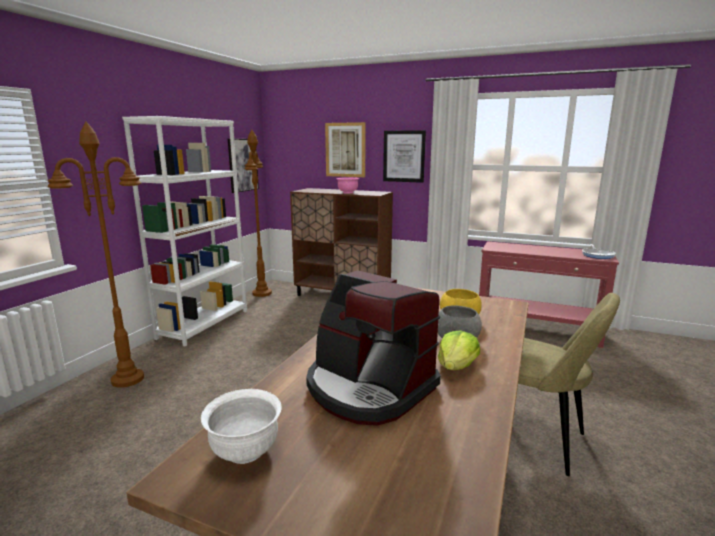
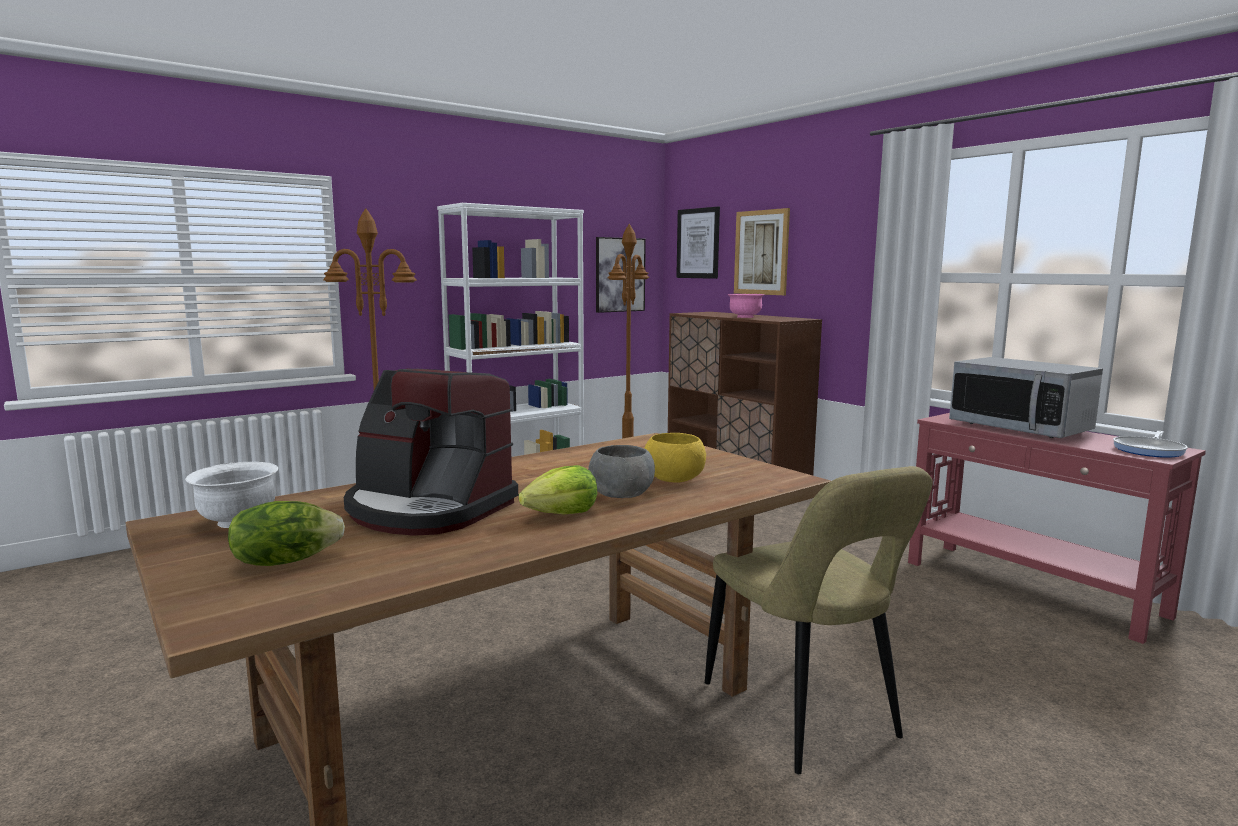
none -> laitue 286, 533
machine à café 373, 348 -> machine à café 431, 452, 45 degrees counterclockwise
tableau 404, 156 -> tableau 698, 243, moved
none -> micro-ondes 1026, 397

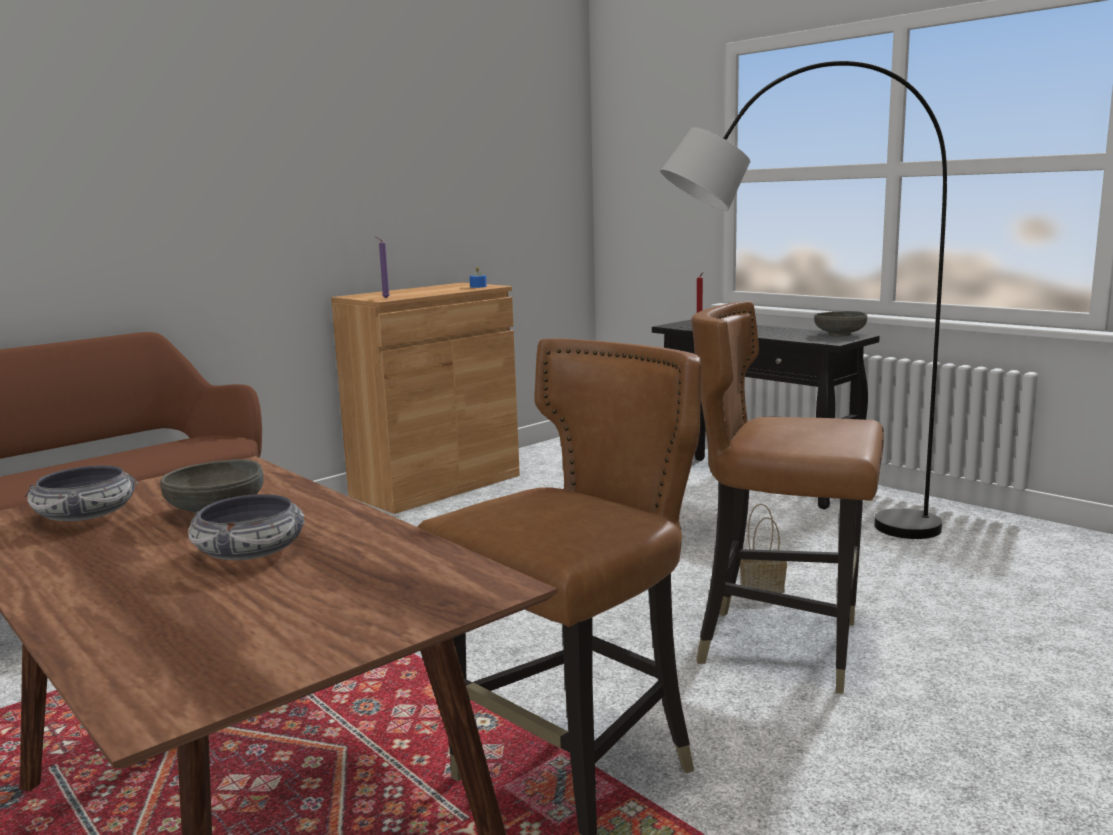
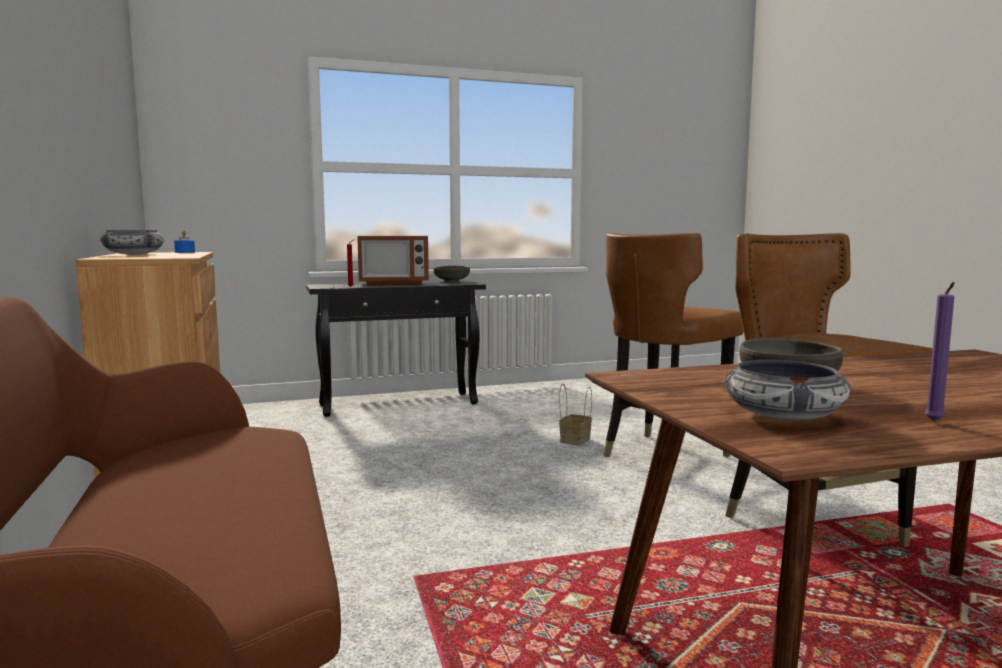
bol 246, 527 -> bol 132, 242, moved
none -> micro-ondes 393, 261
bougie (violet) 383, 267 -> bougie (violet) 940, 352, moved
lampadaire (gris) 803, 300 -> none

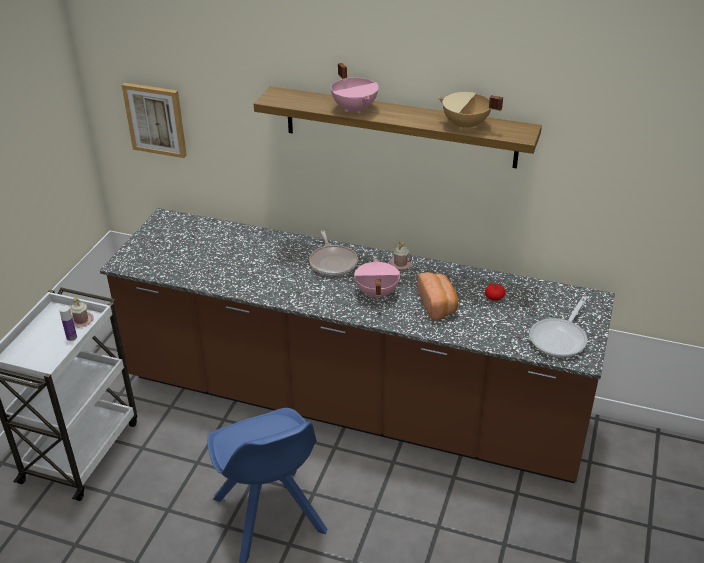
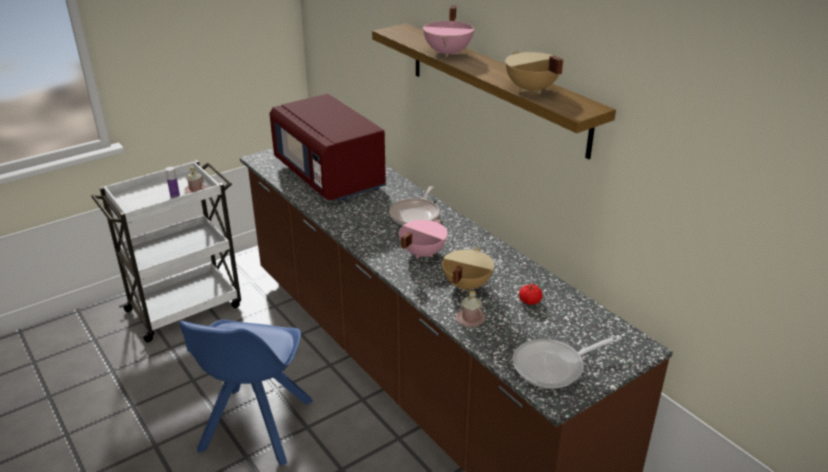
none -> micro-ondes (rouge) 327, 147
pain 437, 296 -> marmite (beige) 468, 269
mug (rose) 400, 255 -> mug (rose) 470, 309, moved
tableau 154, 120 -> none

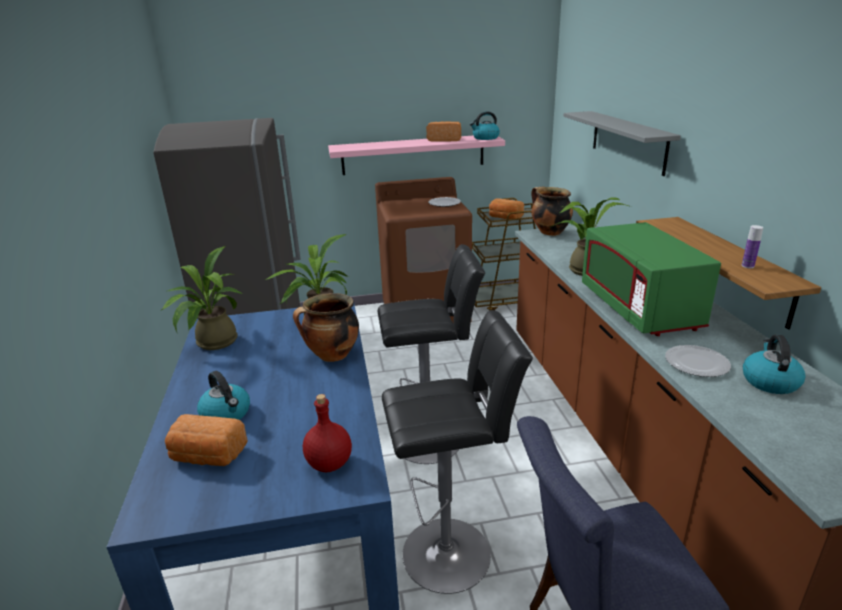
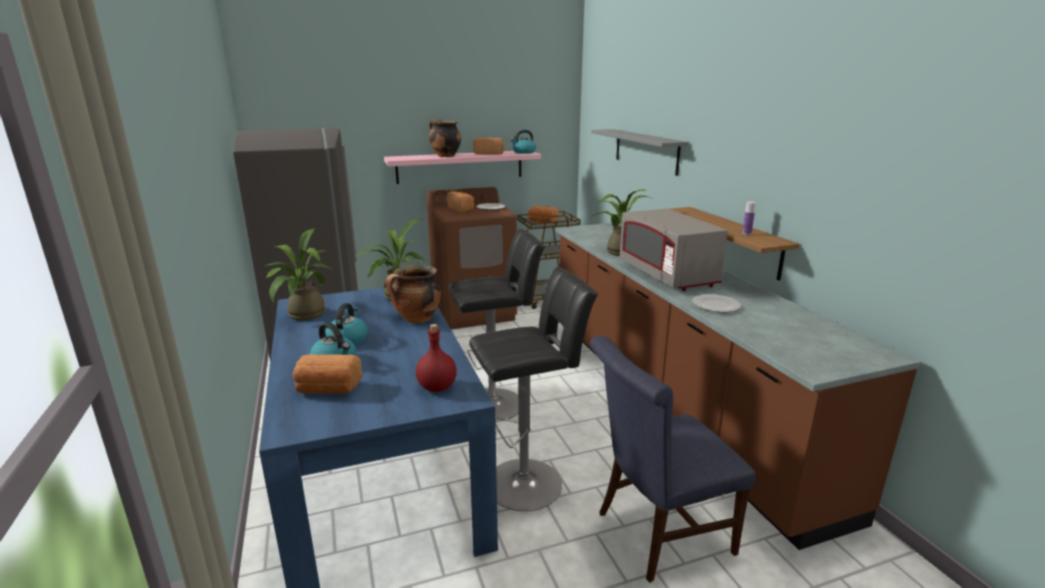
bouilloire 774, 364 -> bouilloire 346, 324, moved
marmite 552, 211 -> marmite 445, 138, moved
none -> pain 460, 202
micro-ondes (vert) 651, 279 -> micro-ondes (gris) 674, 250

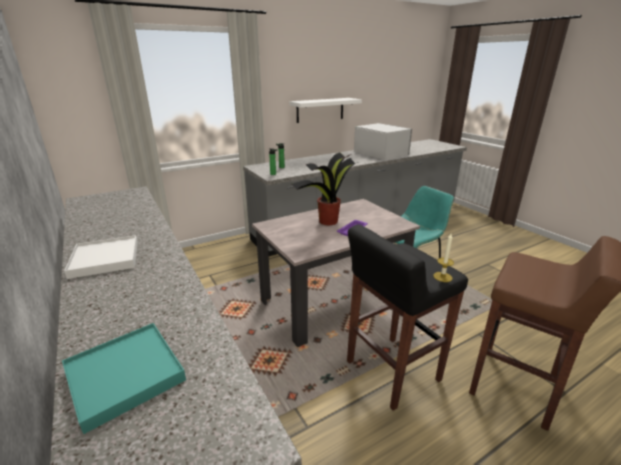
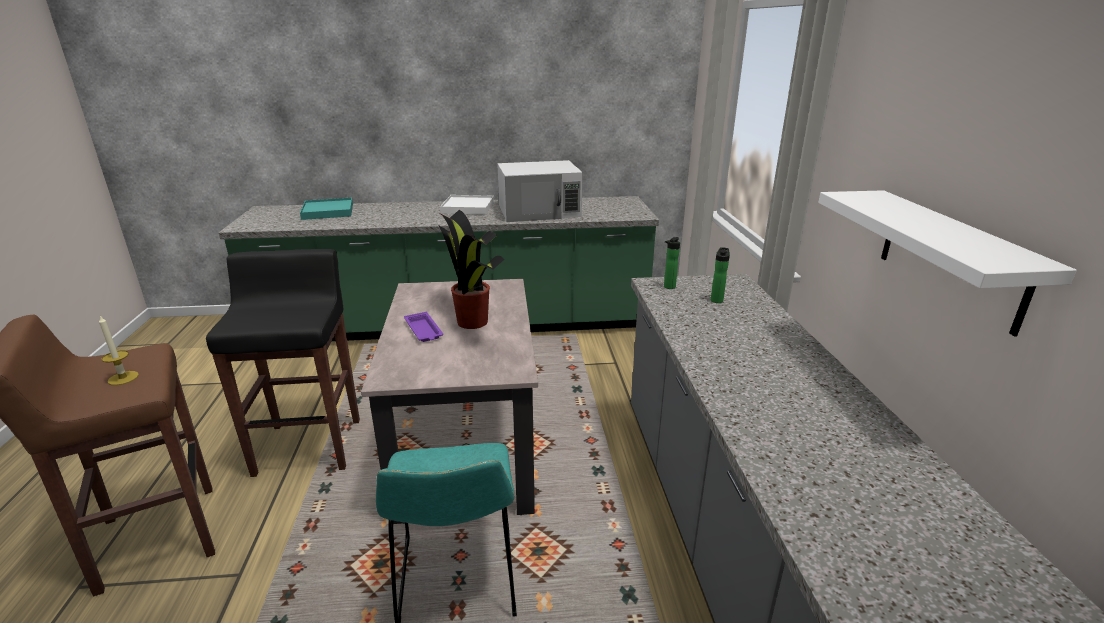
bougie 443, 258 -> bougie 119, 350, moved
micro-ondes (blanc) 383, 141 -> micro-ondes (blanc) 540, 191, moved

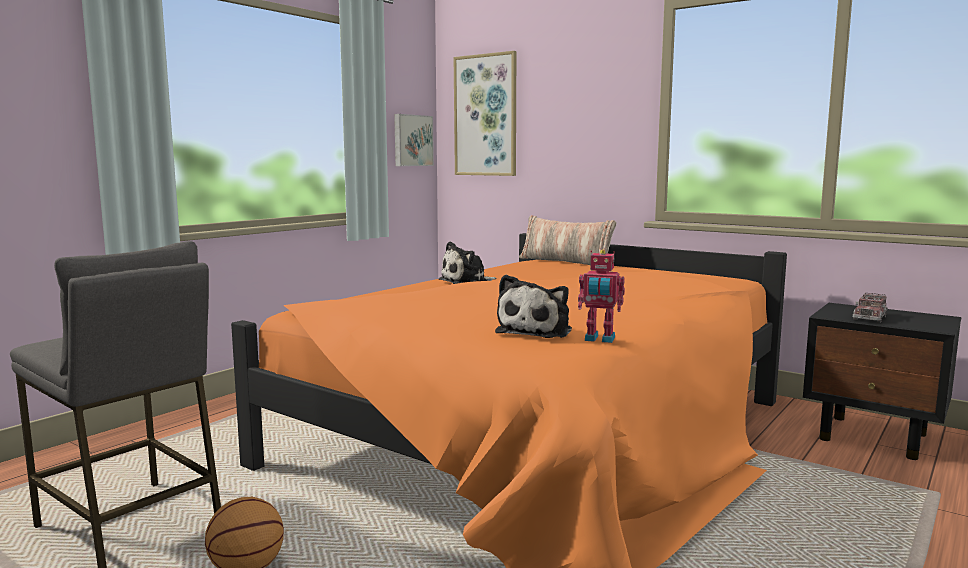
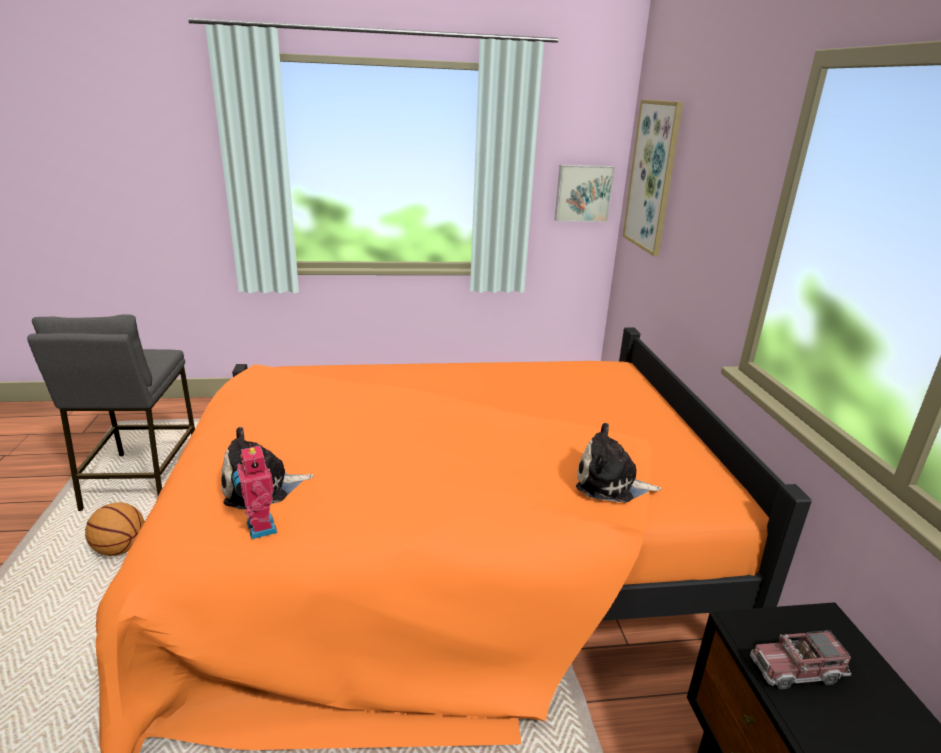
peluche 467, 262 -> peluche 618, 463, moved
coussin 567, 240 -> none

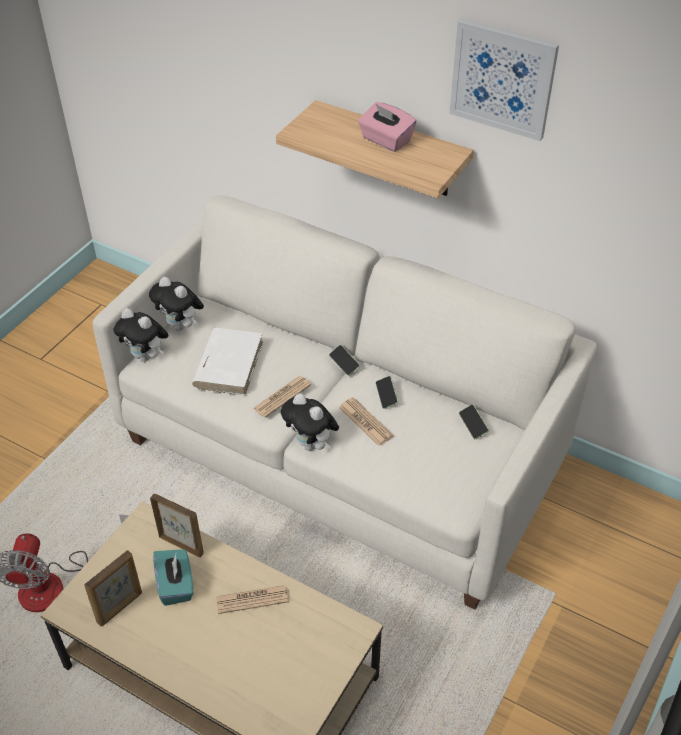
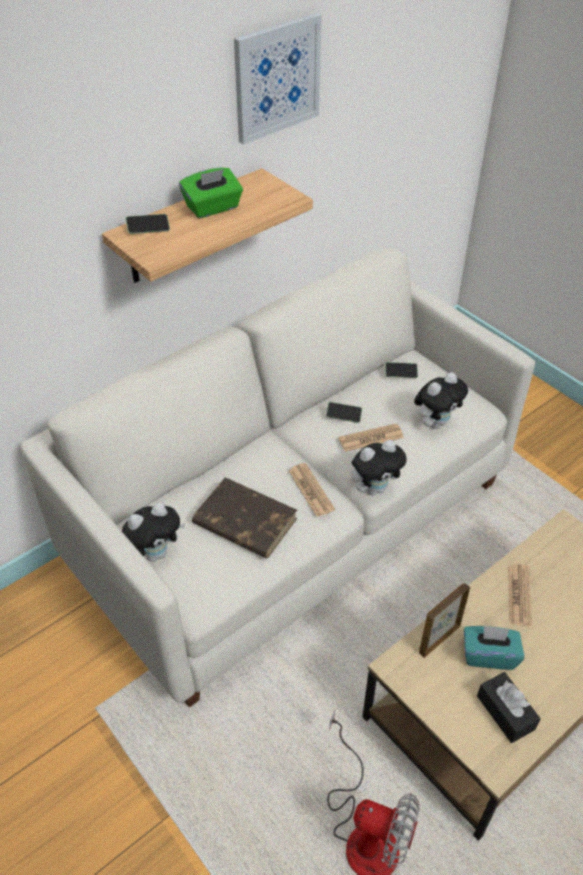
téléphone 344, 360 -> téléphone 147, 224, moved
boîte à mouchoirs (rose) 387, 127 -> boîte à mouchoirs (vert) 211, 193
livre (blanc) 227, 362 -> livre (marron) 244, 517
peluche 141, 335 -> peluche 441, 400, moved
cadre photo 113, 588 -> boîte à mouchoirs (noir) 509, 707

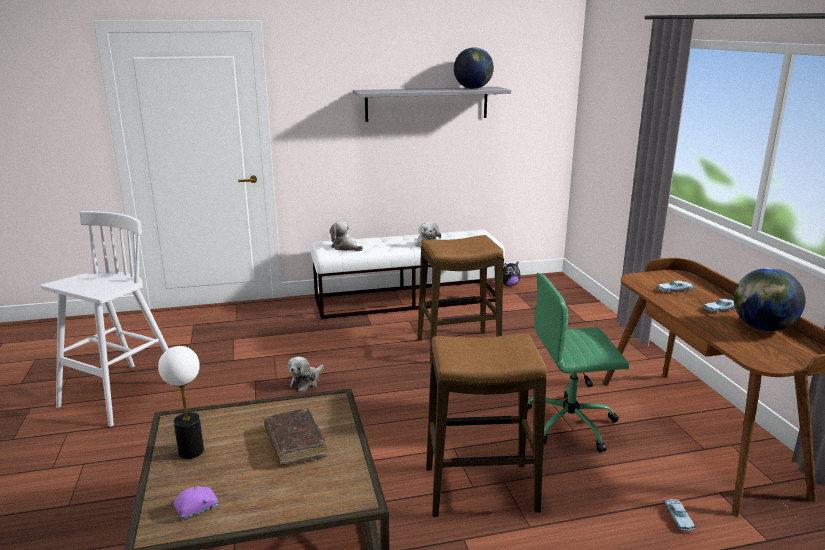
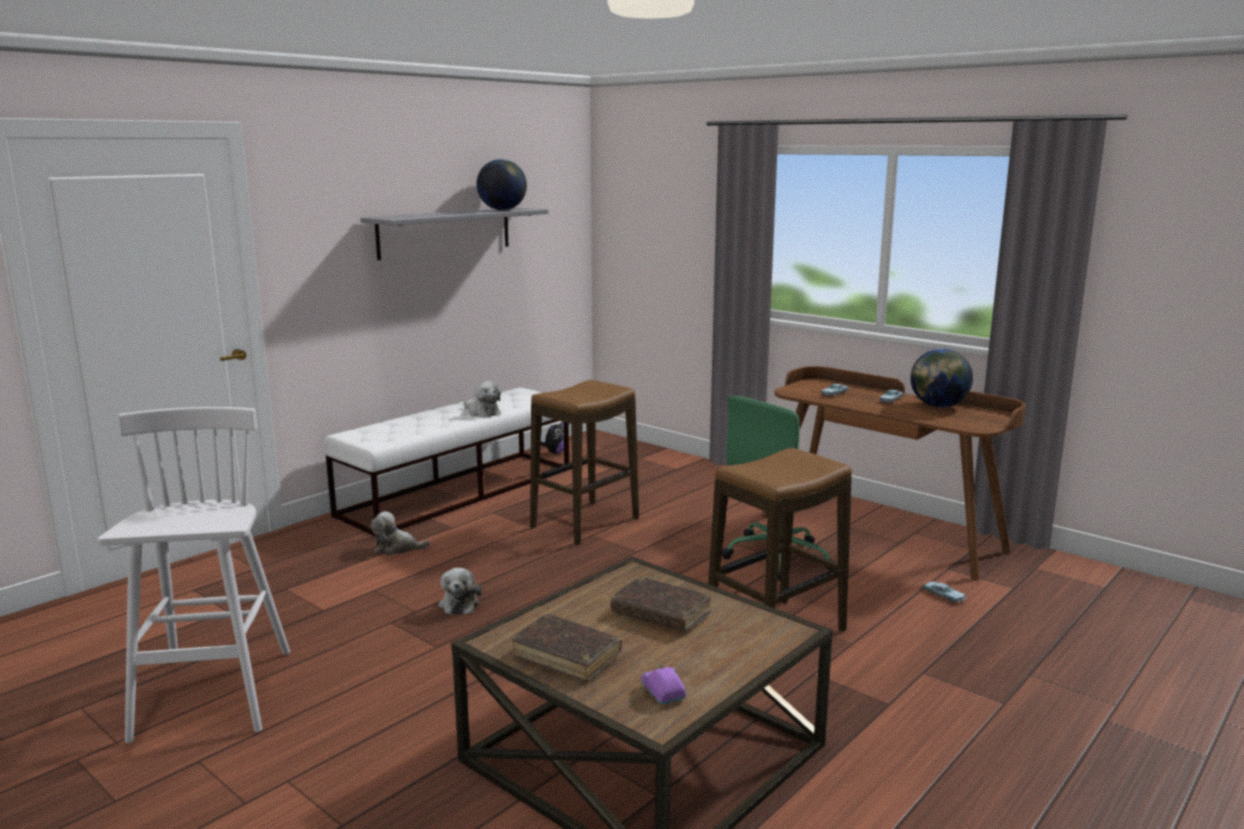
peluche 346, 236 -> peluche 400, 533, moved
lampe de table 181, 402 -> livre (marron) 566, 648
petite voiture (violet) 196, 501 -> petite voiture (violet) 664, 684, 45 degrees counterclockwise

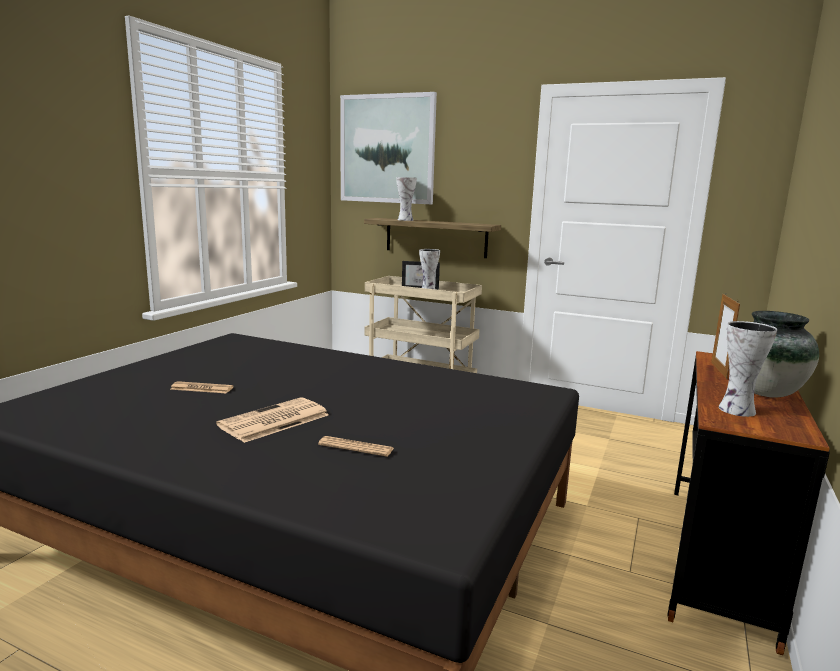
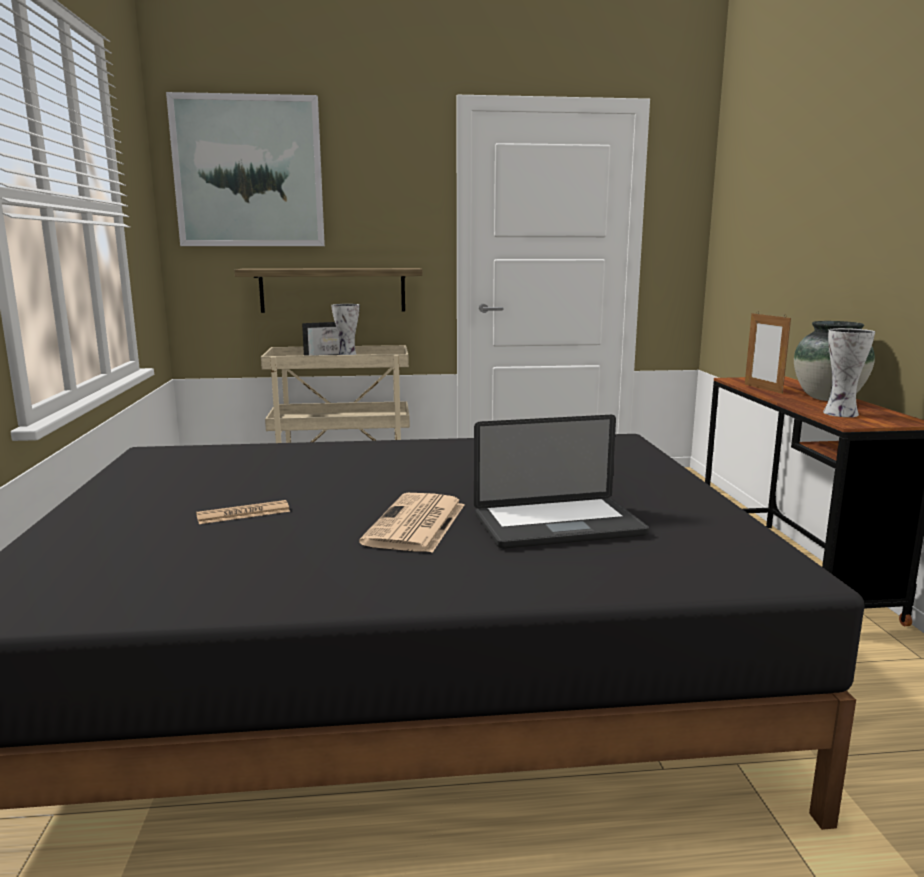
journal 356, 446 -> ordinateur portable 561, 482
vase 406, 199 -> none

